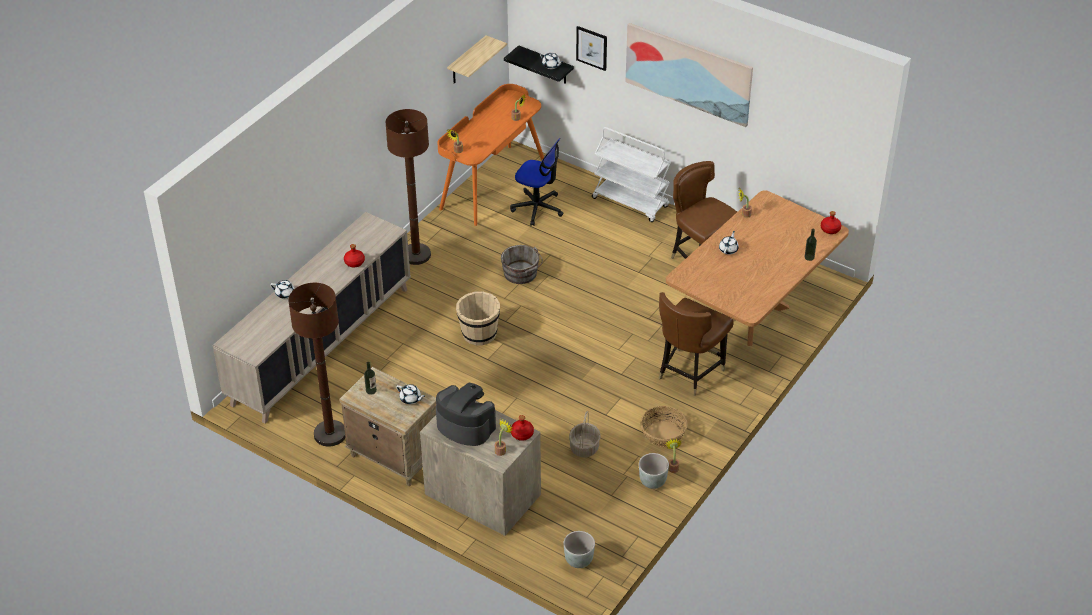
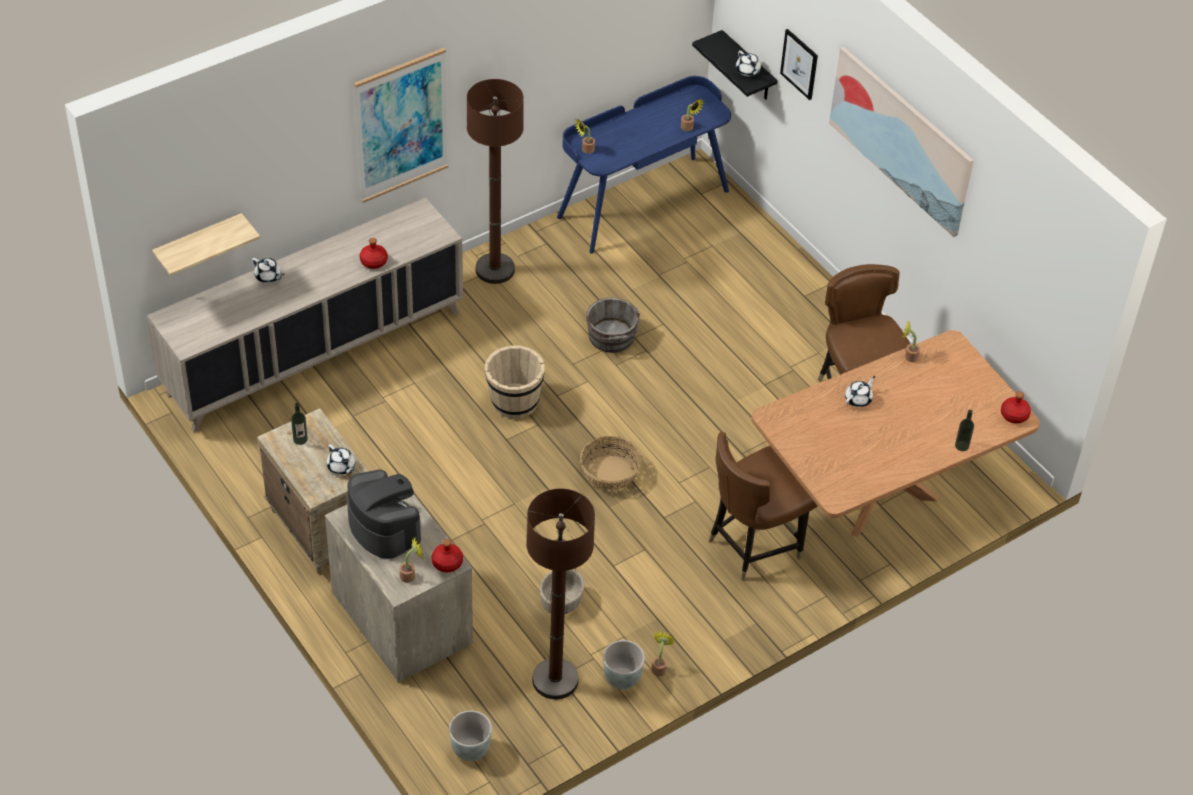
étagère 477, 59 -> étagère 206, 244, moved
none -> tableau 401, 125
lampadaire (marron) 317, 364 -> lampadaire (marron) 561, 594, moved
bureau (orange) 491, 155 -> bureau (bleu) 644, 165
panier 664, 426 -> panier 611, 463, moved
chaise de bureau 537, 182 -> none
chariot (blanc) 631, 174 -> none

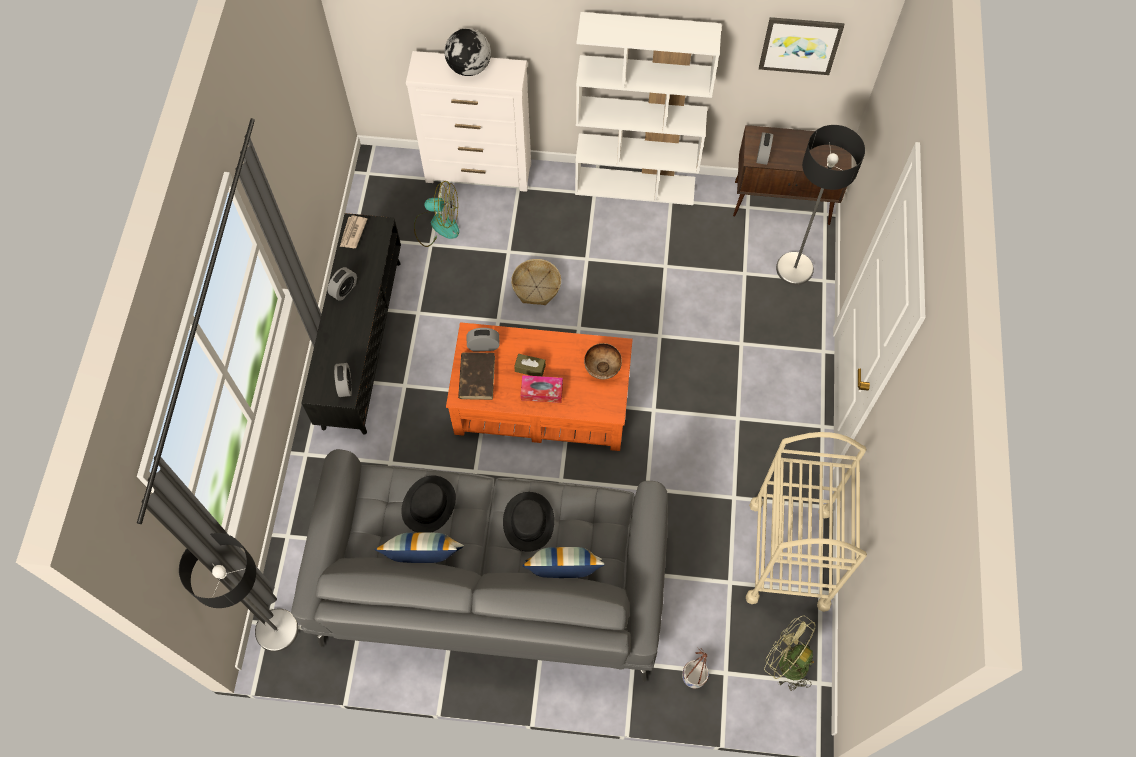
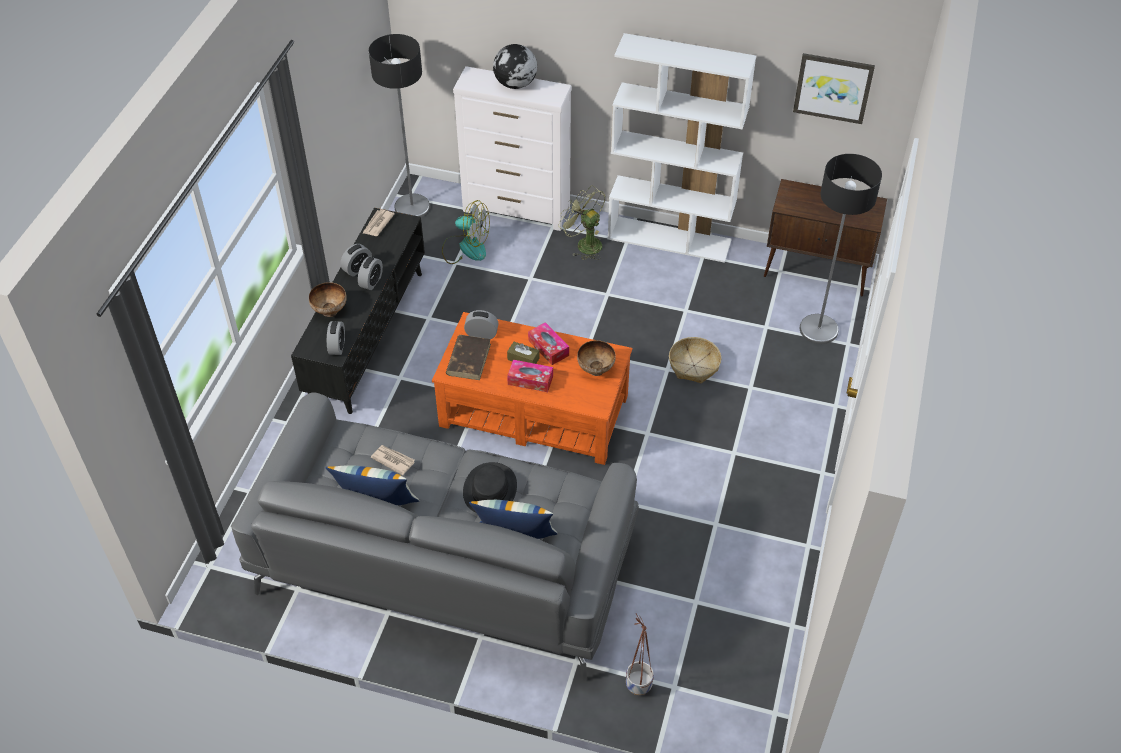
none -> bol 328, 299
réveil 764, 148 -> réveil 370, 273, moved
lampadaire 239, 592 -> lampadaire 399, 125, moved
chapeau (noir) 428, 504 -> journal 393, 460
none -> boîte à mouchoirs 548, 343
ventilateur (vert) 790, 653 -> ventilateur (vert) 581, 222, moved
panier 536, 282 -> panier 695, 360, moved
chariot (beige) 806, 522 -> none

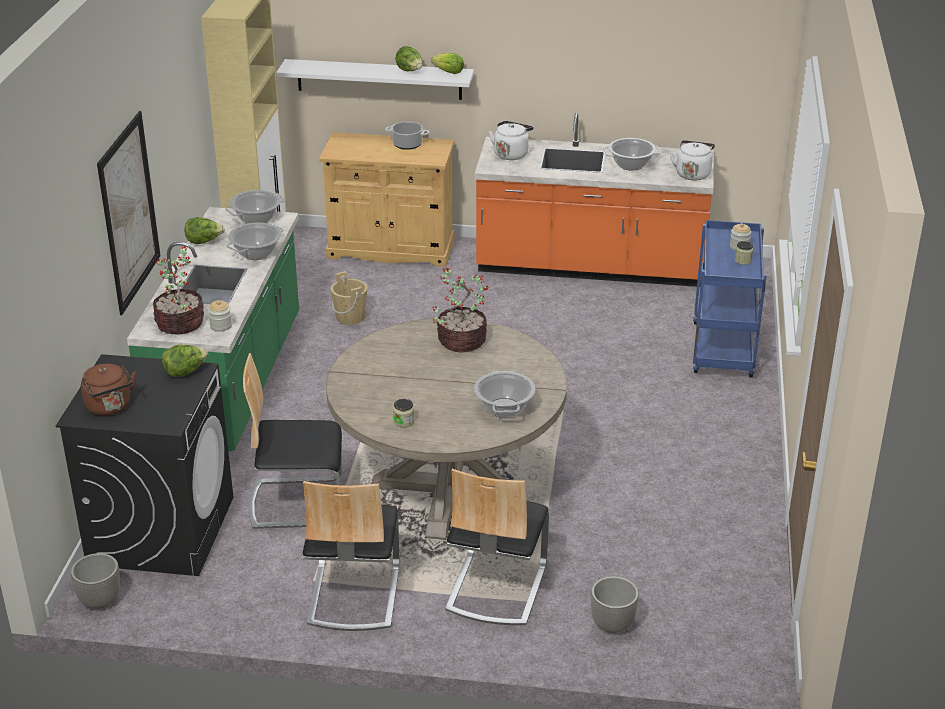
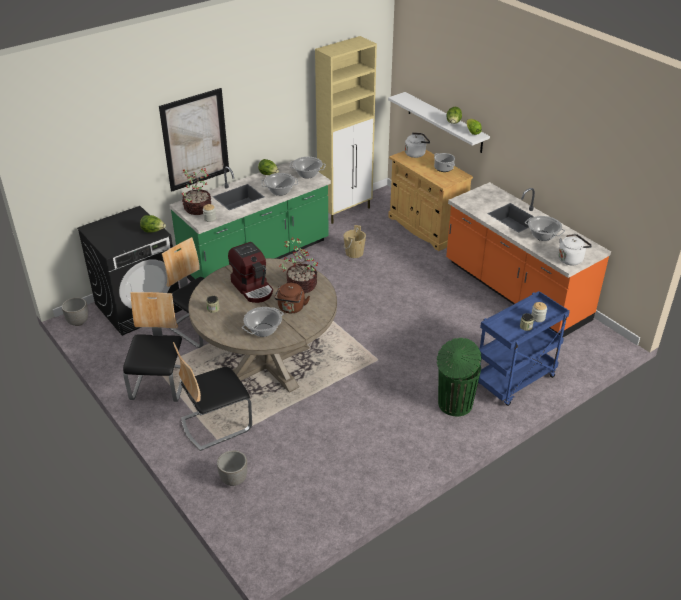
chaise 351, 556 -> chaise 152, 347, 135 degrees clockwise
none -> machine à café 250, 272
bouilloire (marron) 109, 389 -> bouilloire (marron) 292, 298, moved
bouilloire (blanc) 511, 140 -> bouilloire (blanc) 417, 145, moved
none -> poubelle (vert) 459, 377

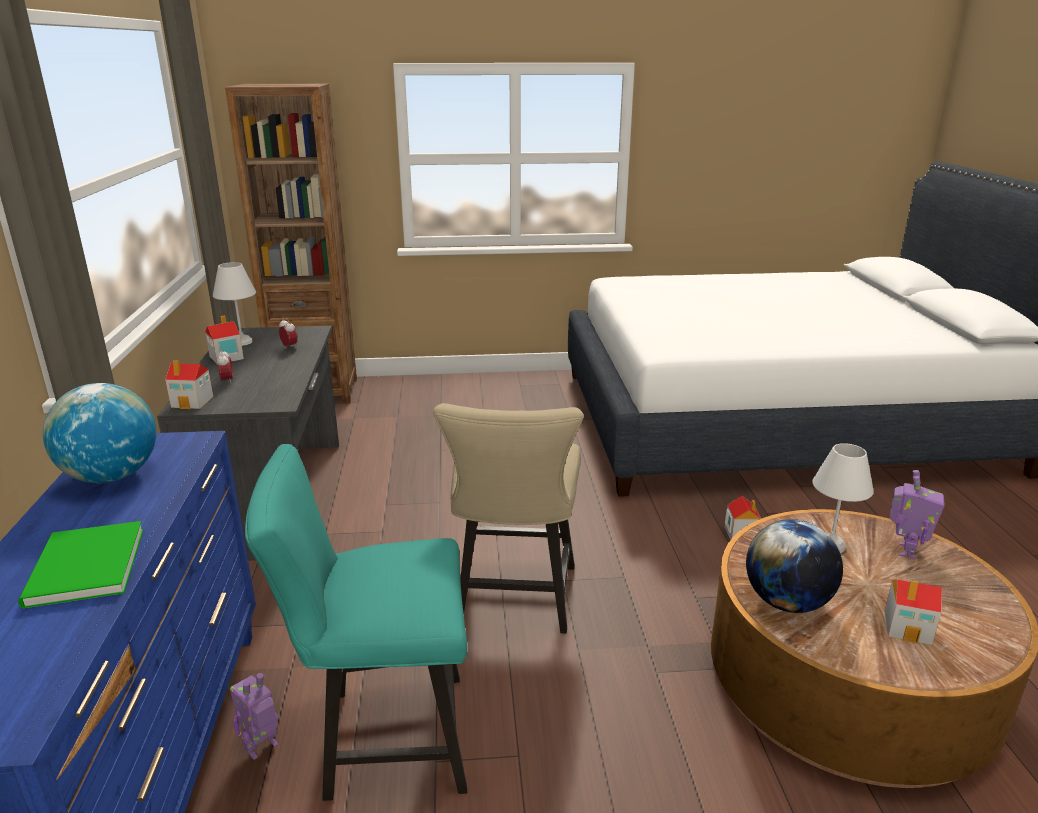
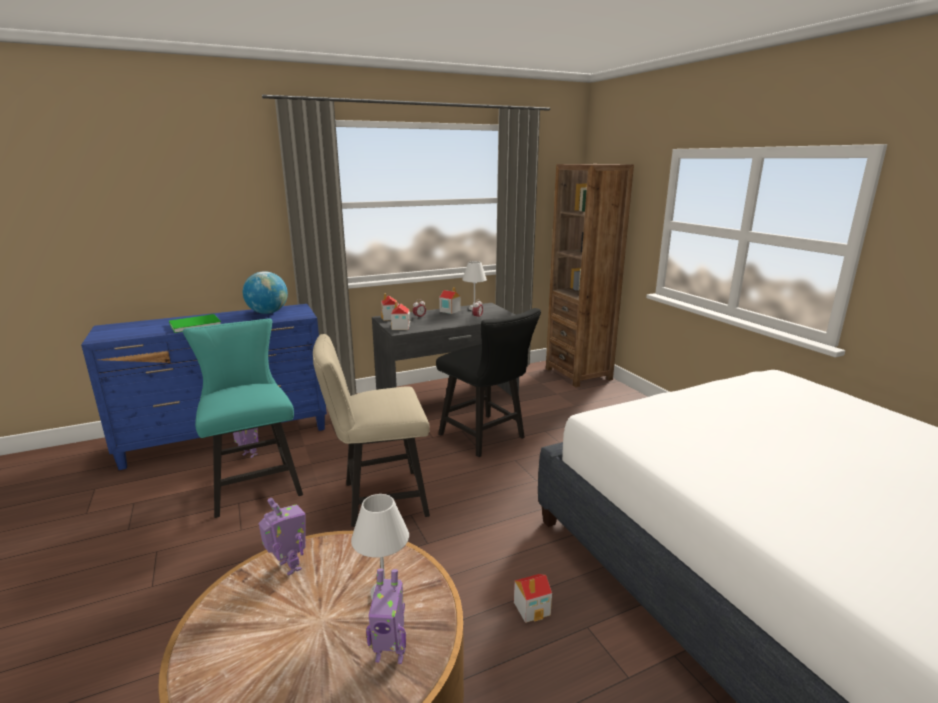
globe 794, 566 -> robot jouet 282, 537
maison miniature 913, 612 -> maison miniature 400, 315, moved
none -> chaise (noir) 488, 382

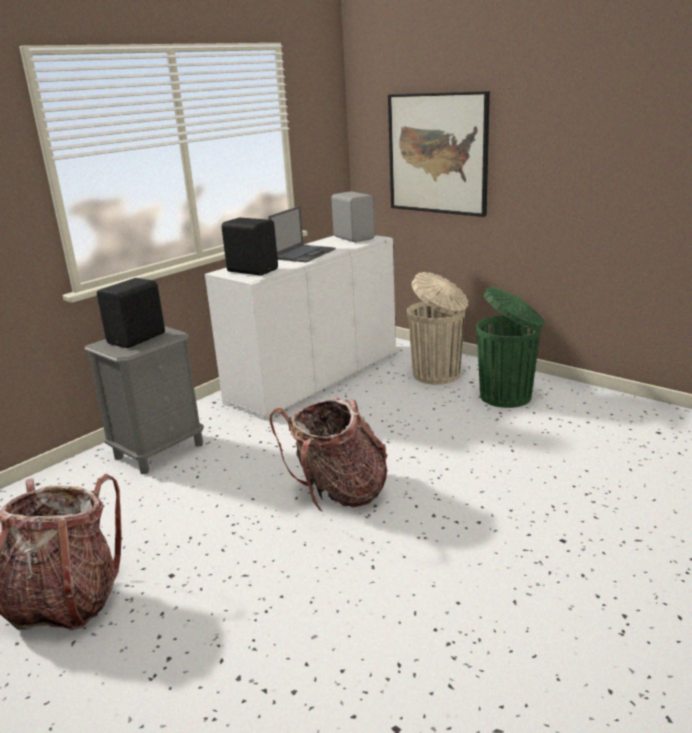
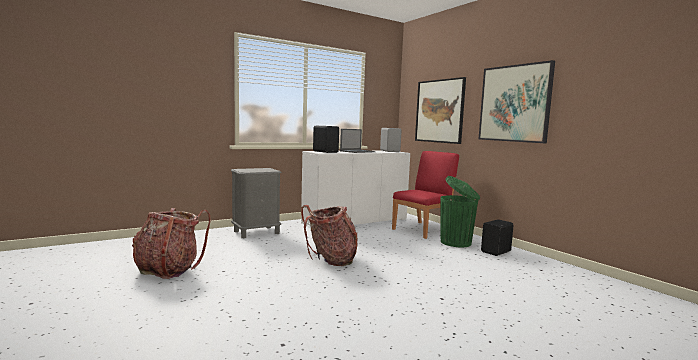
poubelle (beige) 437, 328 -> chaise (rouge) 425, 195
none -> tableau 517, 101
enceinte (noir) 131, 313 -> enceinte (noir) 497, 237, moved

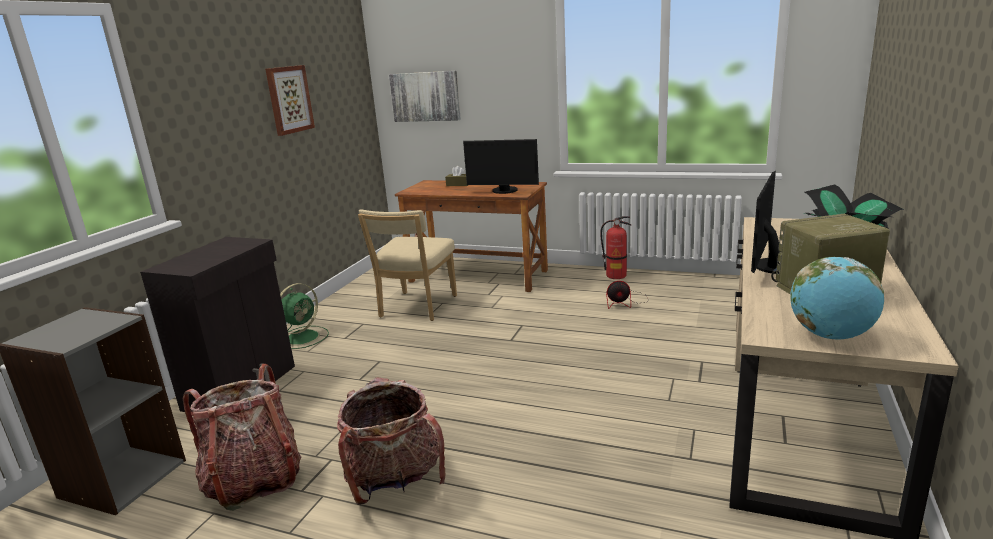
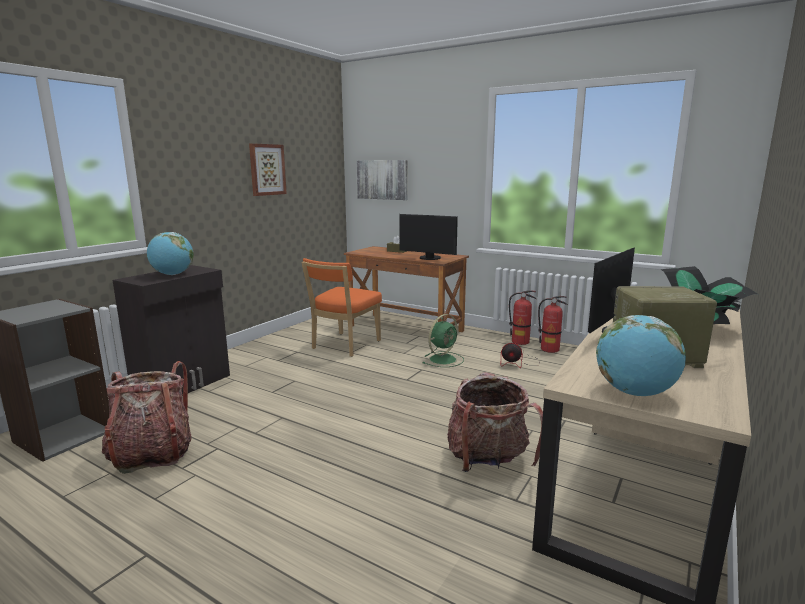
none -> globe 170, 253
chaise (beige) 407, 265 -> chaise (orange) 341, 307
ventilateur (vert) 304, 316 -> ventilateur (vert) 443, 340, moved
sac à dos 391, 441 -> sac à dos 495, 422, moved
none -> extincteur 553, 324

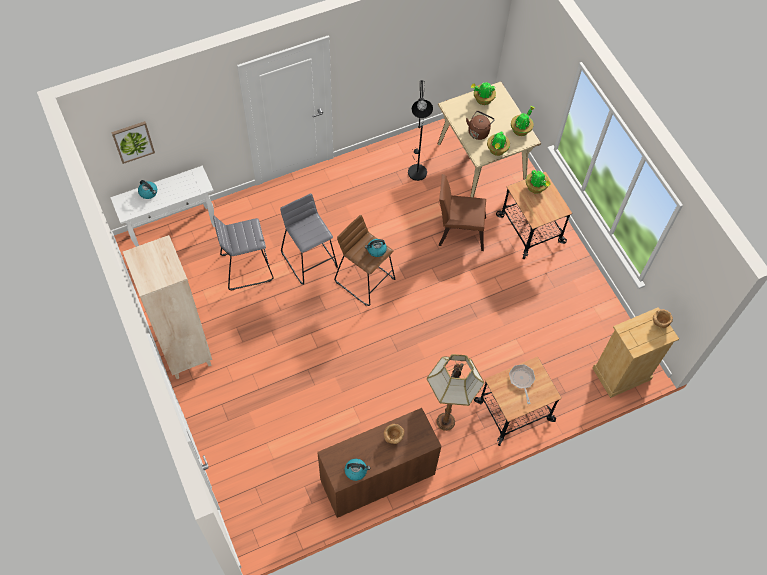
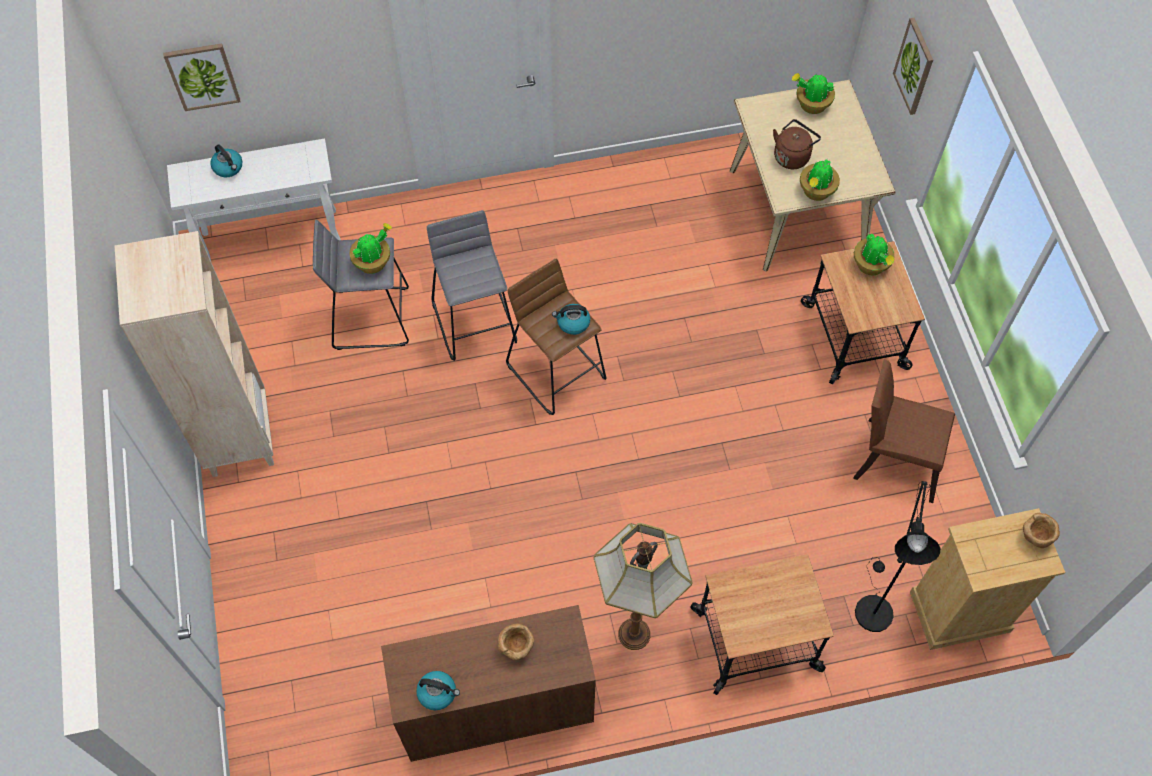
plante en pot 522, 121 -> plante en pot 370, 248, moved
chaise (marron) 462, 212 -> chaise (marron) 904, 431, moved
lampadaire (noir) 420, 130 -> lampadaire (noir) 897, 556, moved
none -> tableau 913, 66
poêle 522, 384 -> none

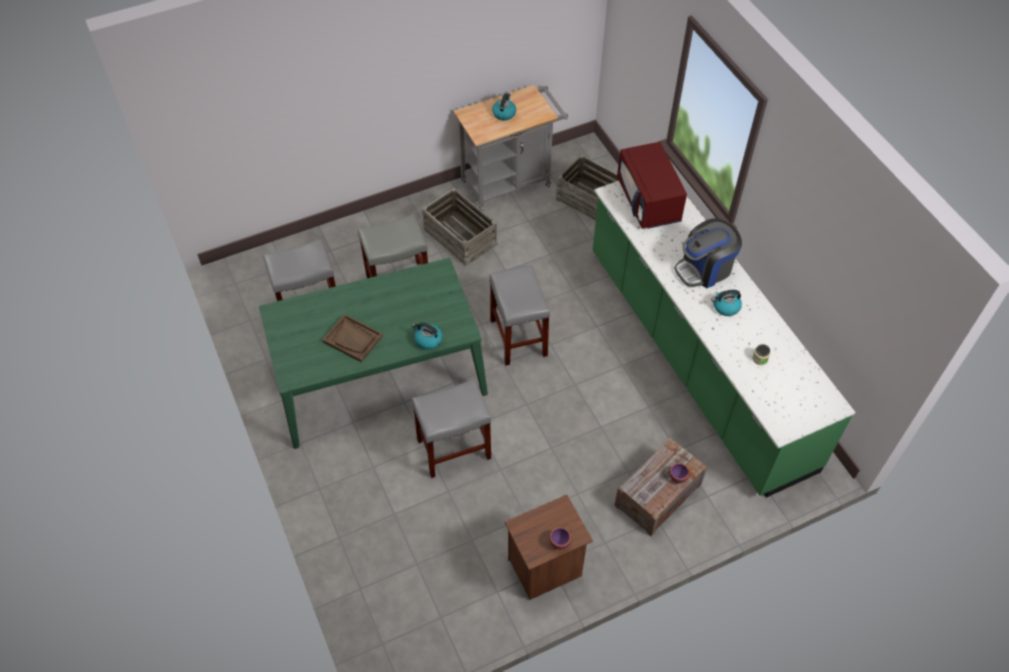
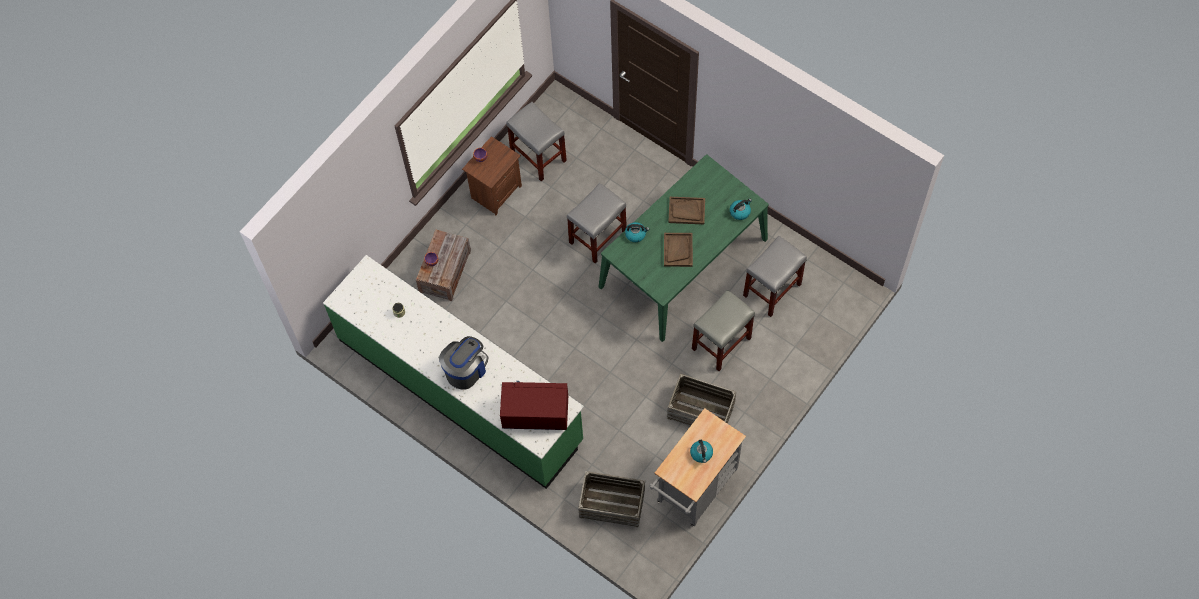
micro-ondes (rouge) 652, 185 -> micro-ondes (rouge) 534, 405, 45 degrees counterclockwise
tabouret (gris) 519, 315 -> tabouret (gris) 536, 141, moved
none -> plateau (marron) 678, 250
bouilloire 726, 303 -> bouilloire 741, 209, moved

